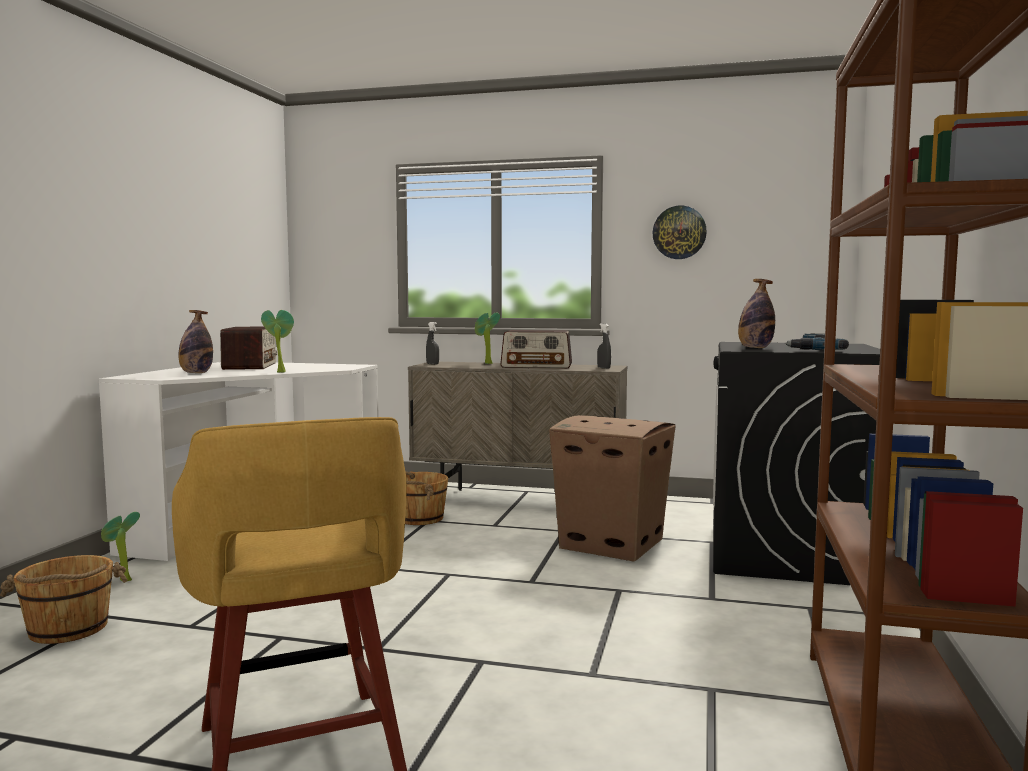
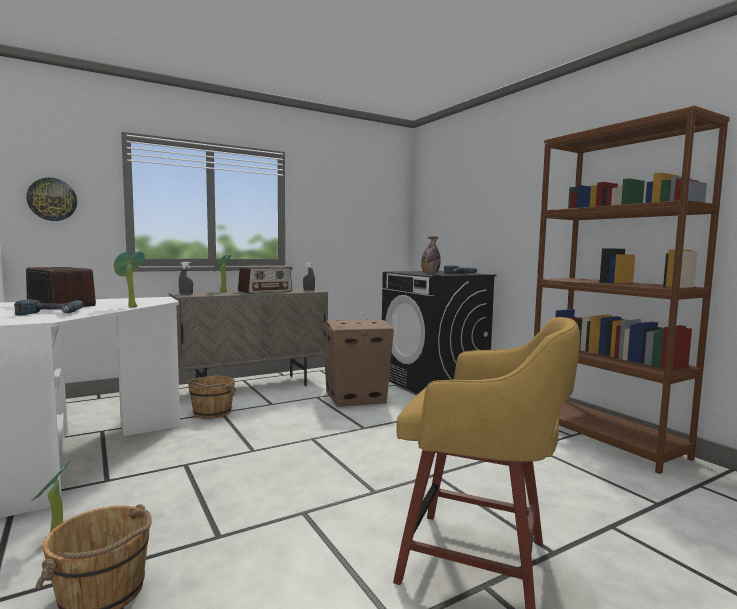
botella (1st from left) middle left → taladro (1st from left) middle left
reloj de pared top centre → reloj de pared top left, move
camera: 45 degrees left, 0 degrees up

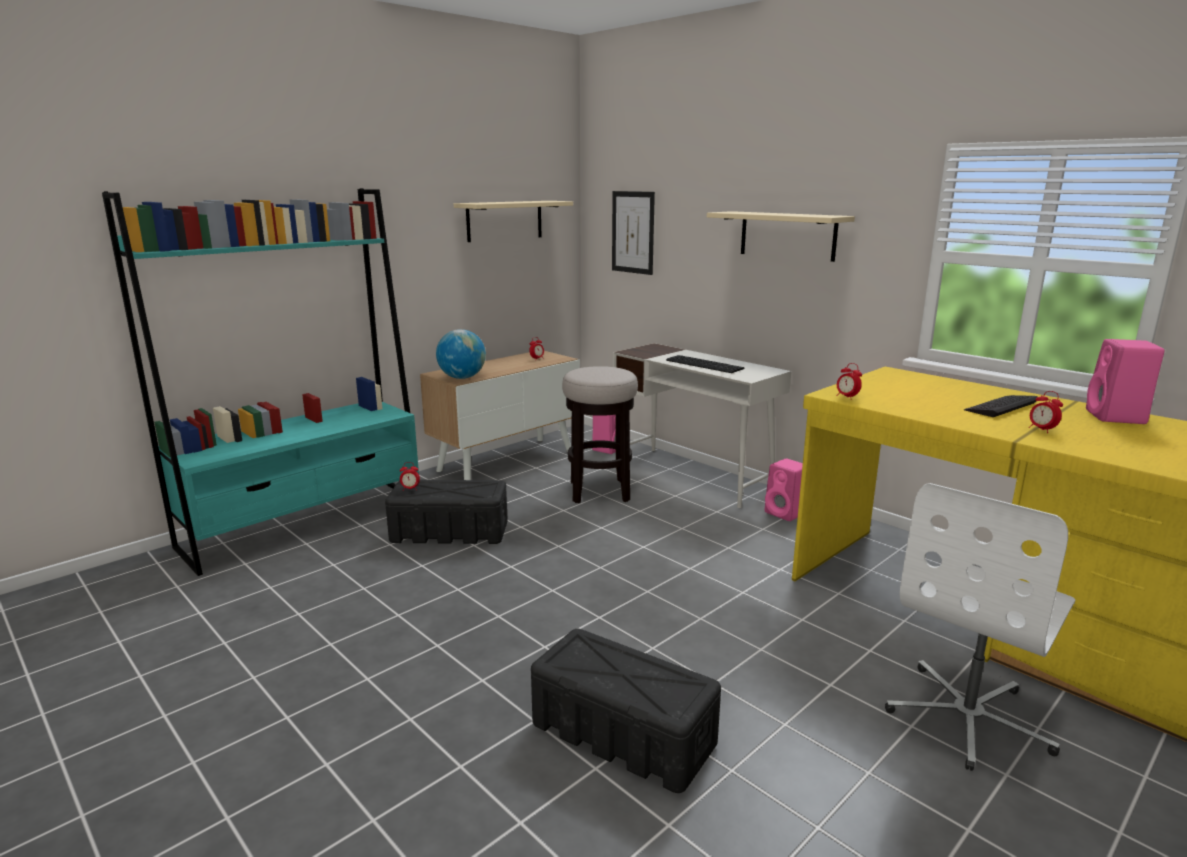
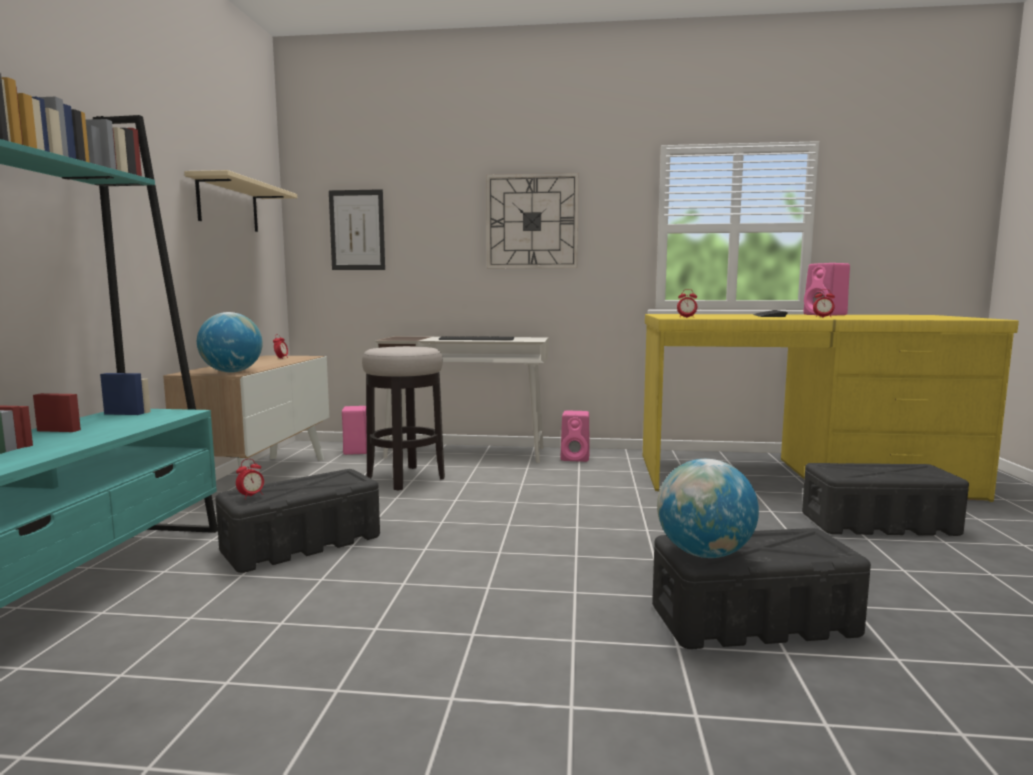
estante/beis (2nd from left) top centre → reloj de pared top centre
- → globo terráqueo (2nd from left) middle right
silla de oficina/blanco bottom right → caja de almacenaje/negro (3rd from left) middle right
camera: 40 degrees left, 10 degrees down

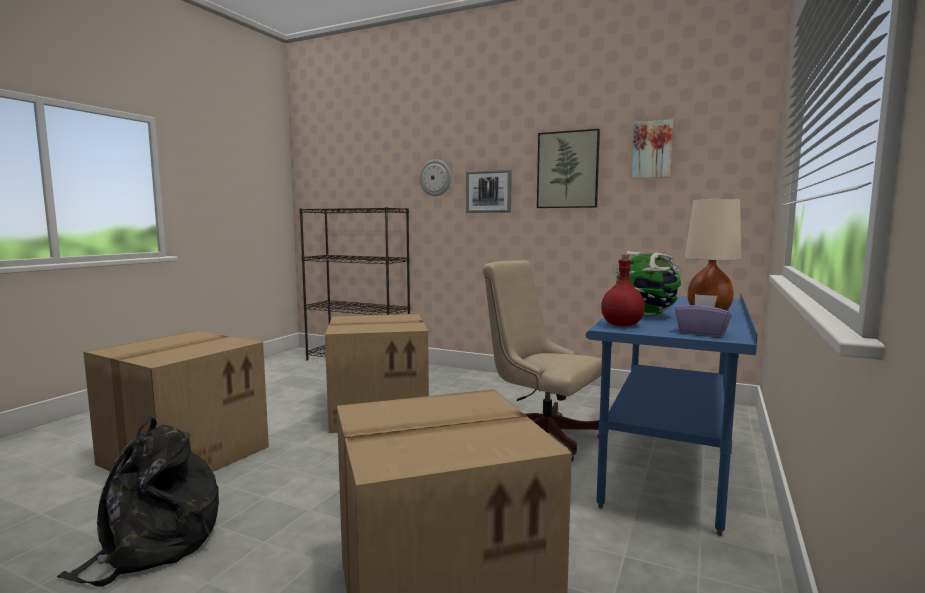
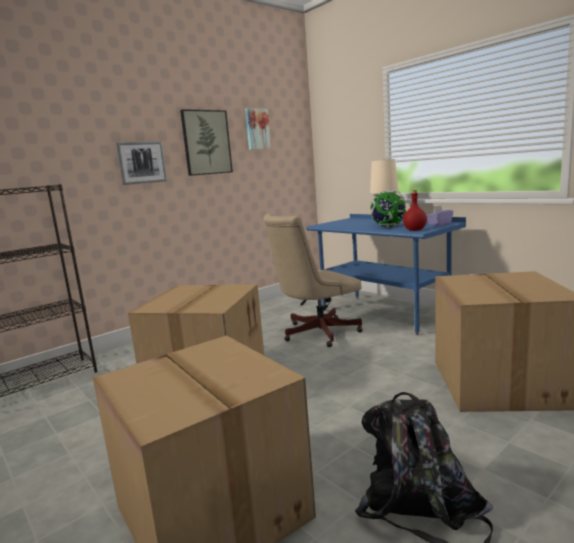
reloj de pared top centre → -
camera: 65 degrees left, 5 degrees up

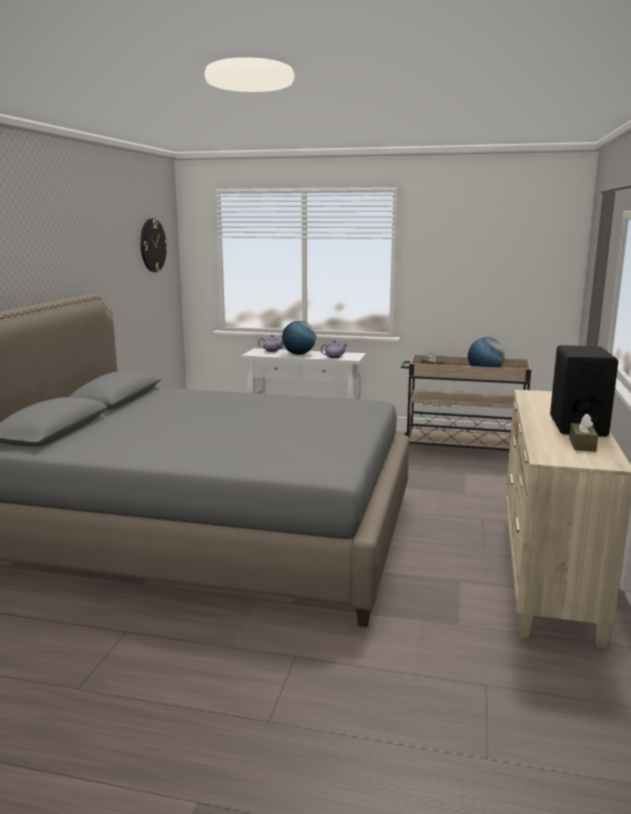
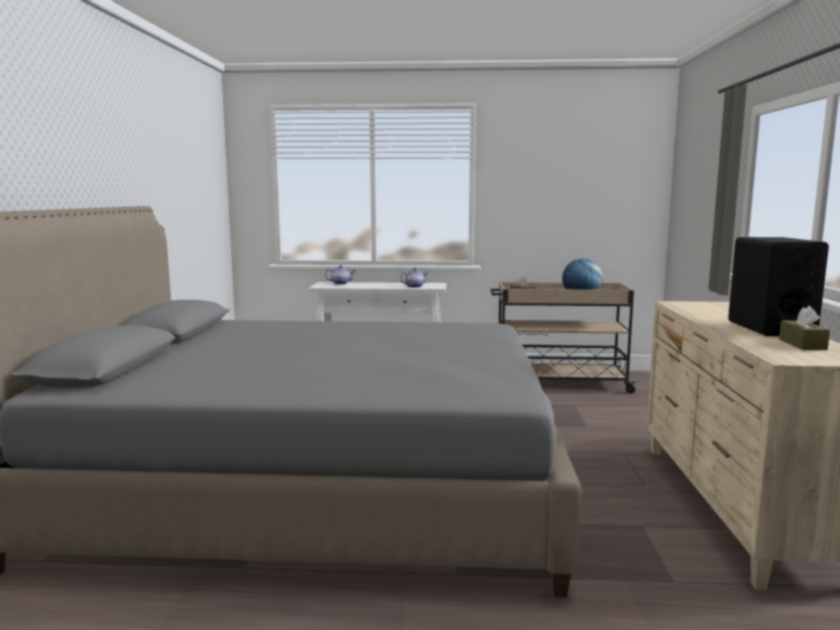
reloj de pared top left → -
globo terráqueo (1st from left) centre → -
camera: 10 degrees left, 5 degrees down

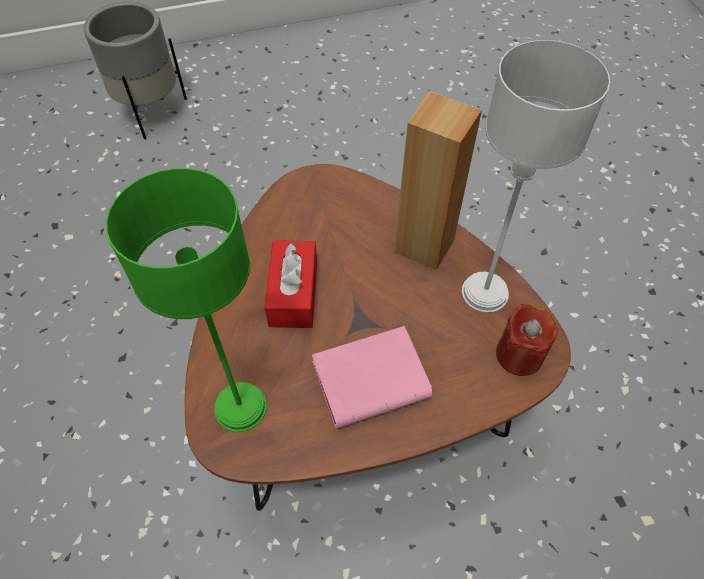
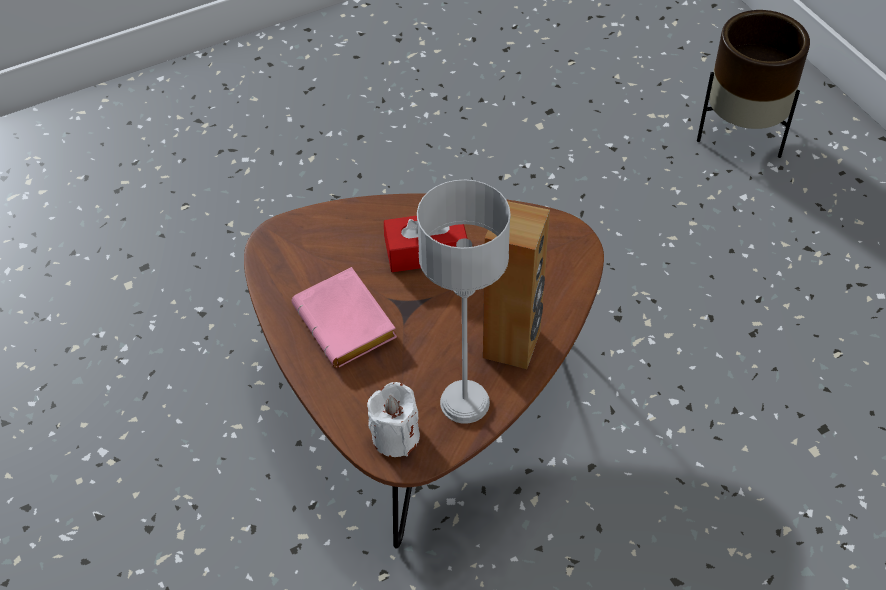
vela/rojo middle right → vela/blanco bottom centre
maceta/gris top left → maceta/marrón top right
lámpara de mesa/verde middle left → -
camera: 80 degrees right, 5 degrees down

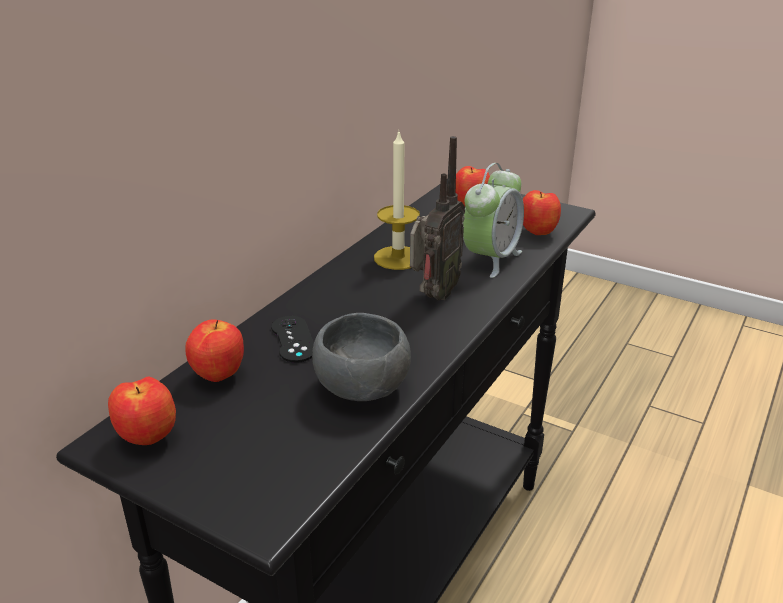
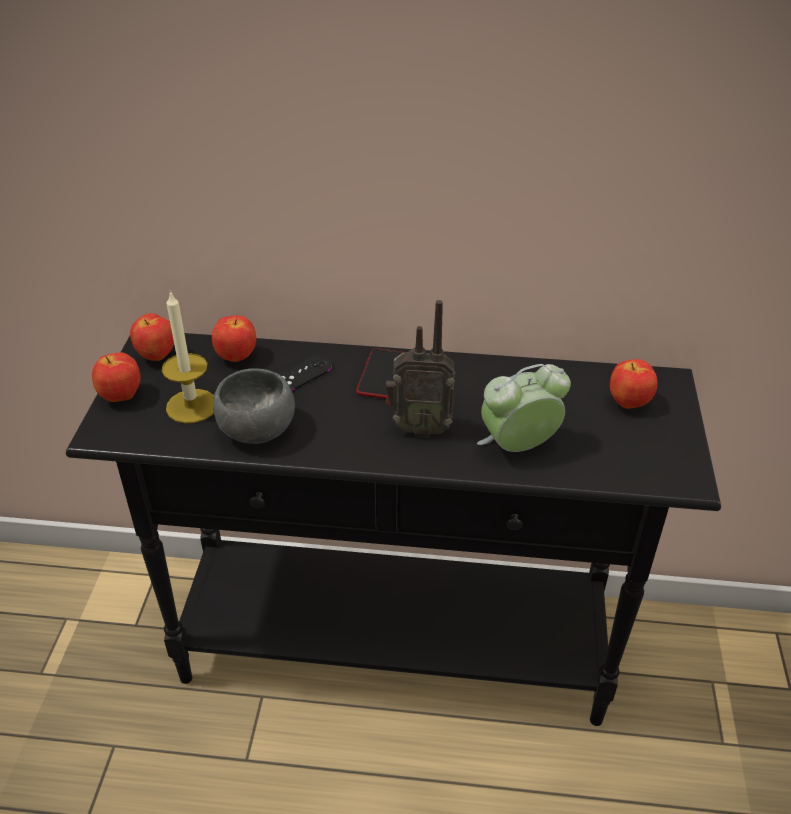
manzana (4th from left in the first image) middle right → manzana (1st from left) middle left, move
vela top centre → vela middle left, move
- → móvil centre
despertador centre, 150 degrees clockwise
camera: 65 degrees right, 10 degrees up

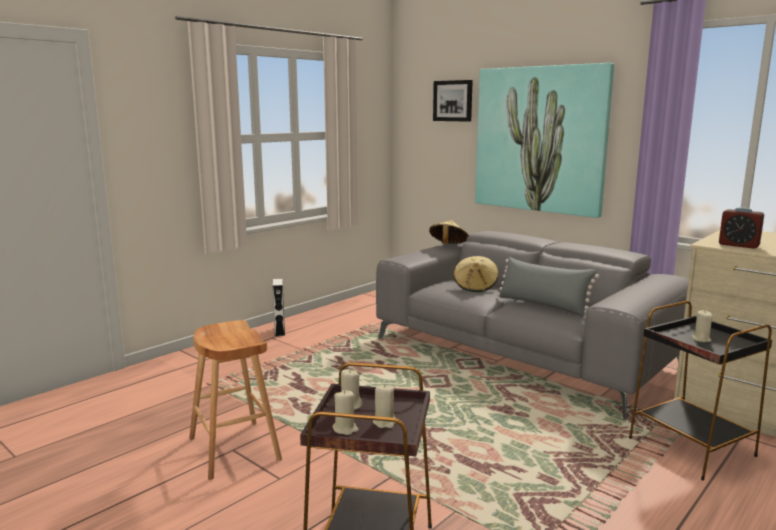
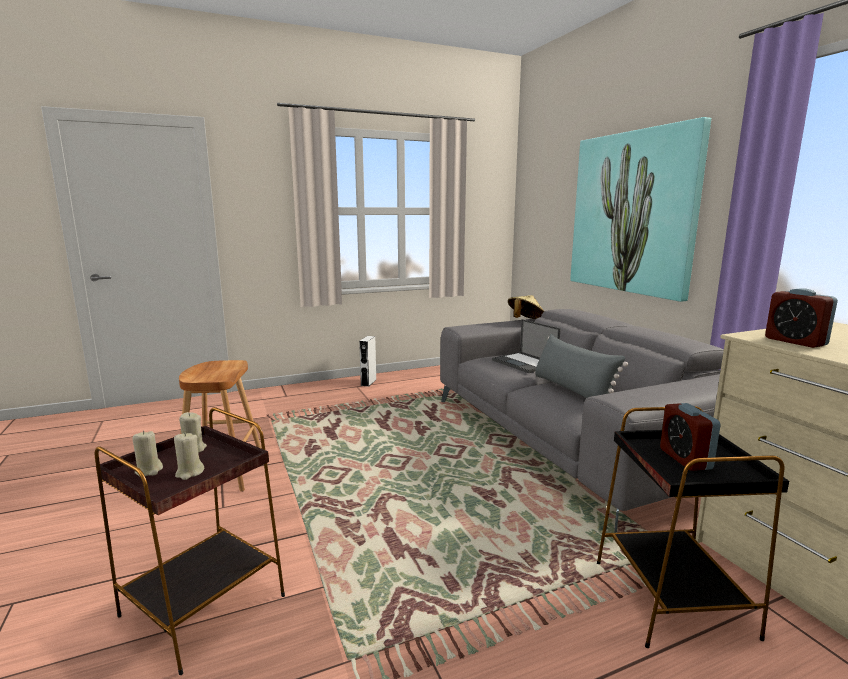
sombrero/beis (2nd from left) centre → portátil centre
vela/beis (4th from left) middle right → despertador (1st from left) middle right
cuadro (1st from left) top centre → -
camera: 25 degrees right, 0 degrees up

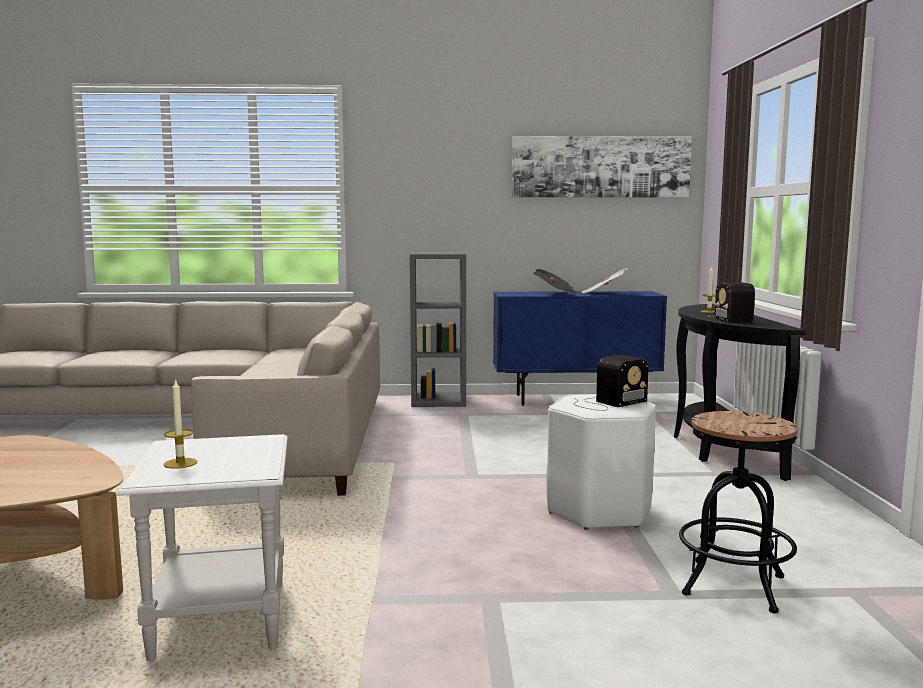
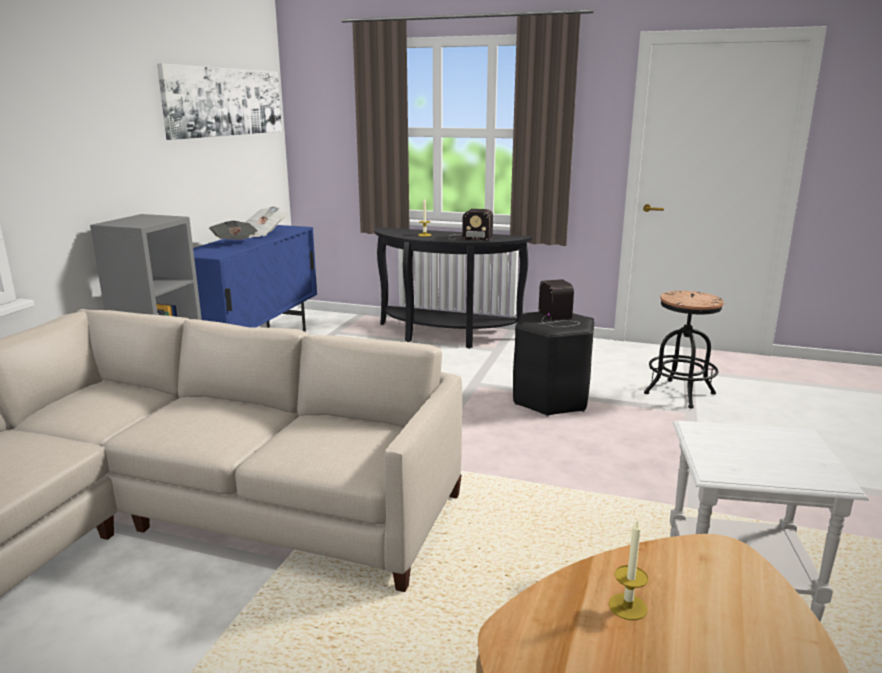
taburete/blanco bottom centre → taburete/negro (1st from left) centre
vela (1st from left in the first image) middle left → vela (2nd from left) bottom right, move
camera: 70 degrees left, 10 degrees up

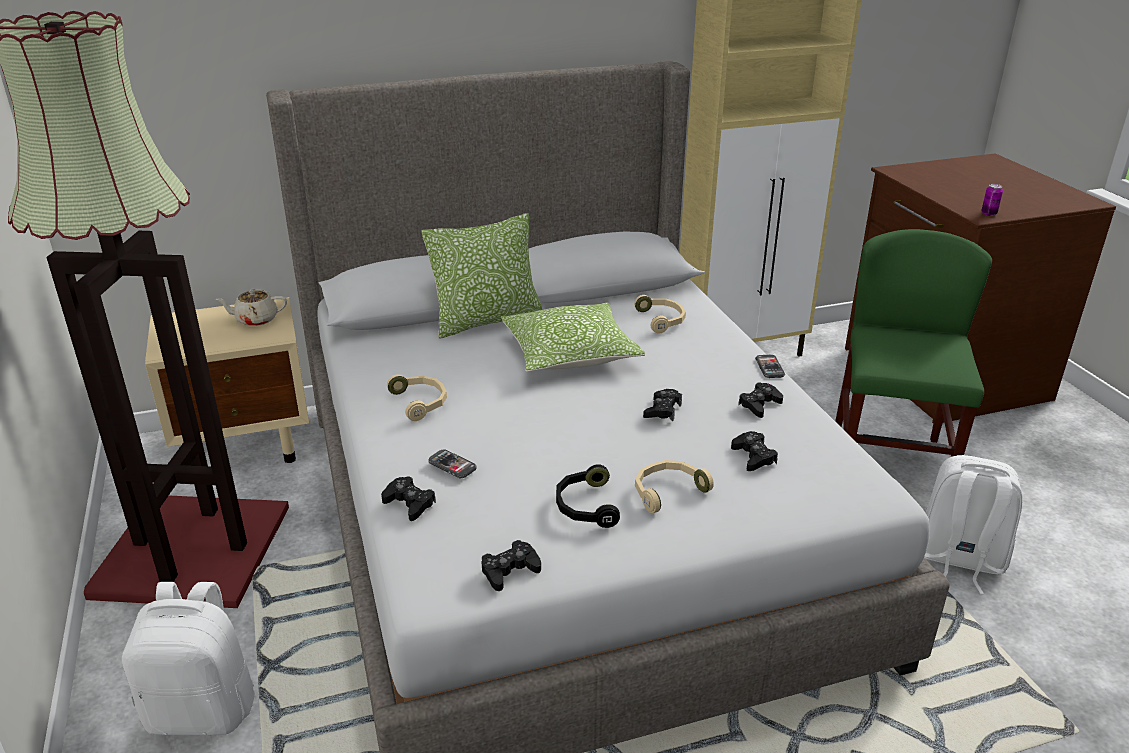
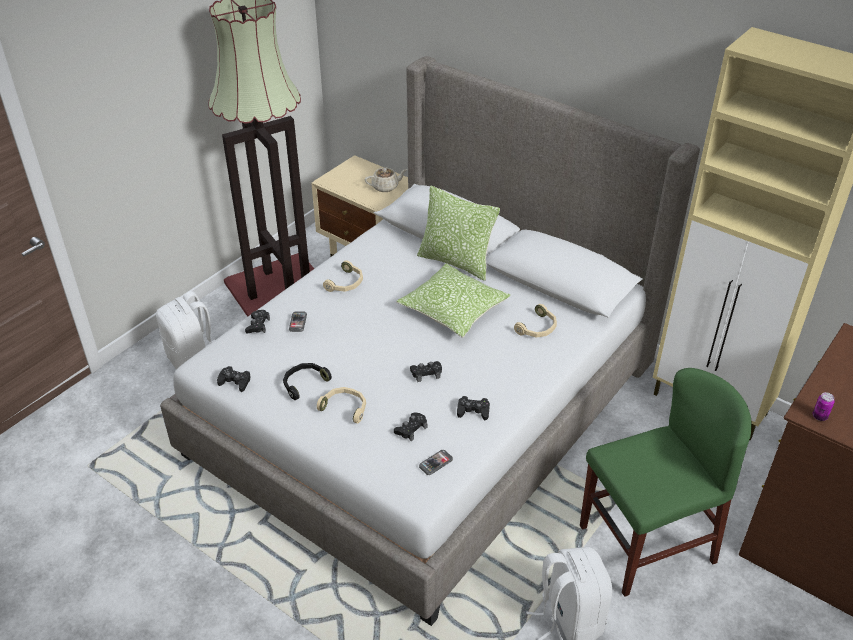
tetera/beis middle left → tetera/beis top centre, 120 degrees clockwise
móvil (2nd from left) middle right → móvil (2nd from left) bottom centre, move
camera: 55 degrees right, 10 degrees up

